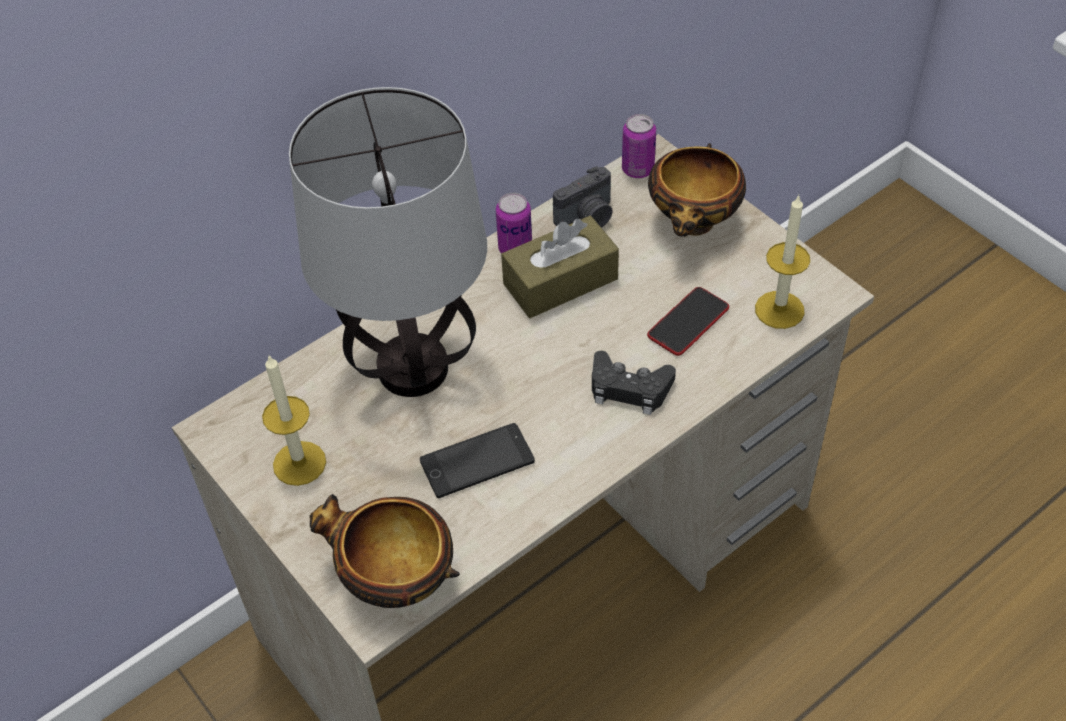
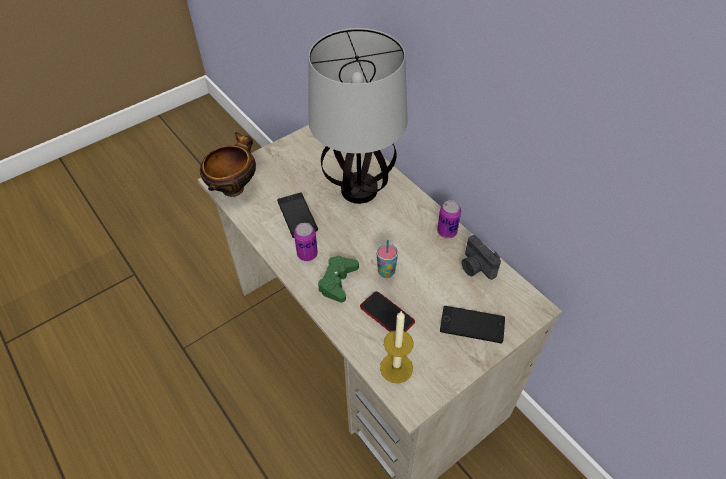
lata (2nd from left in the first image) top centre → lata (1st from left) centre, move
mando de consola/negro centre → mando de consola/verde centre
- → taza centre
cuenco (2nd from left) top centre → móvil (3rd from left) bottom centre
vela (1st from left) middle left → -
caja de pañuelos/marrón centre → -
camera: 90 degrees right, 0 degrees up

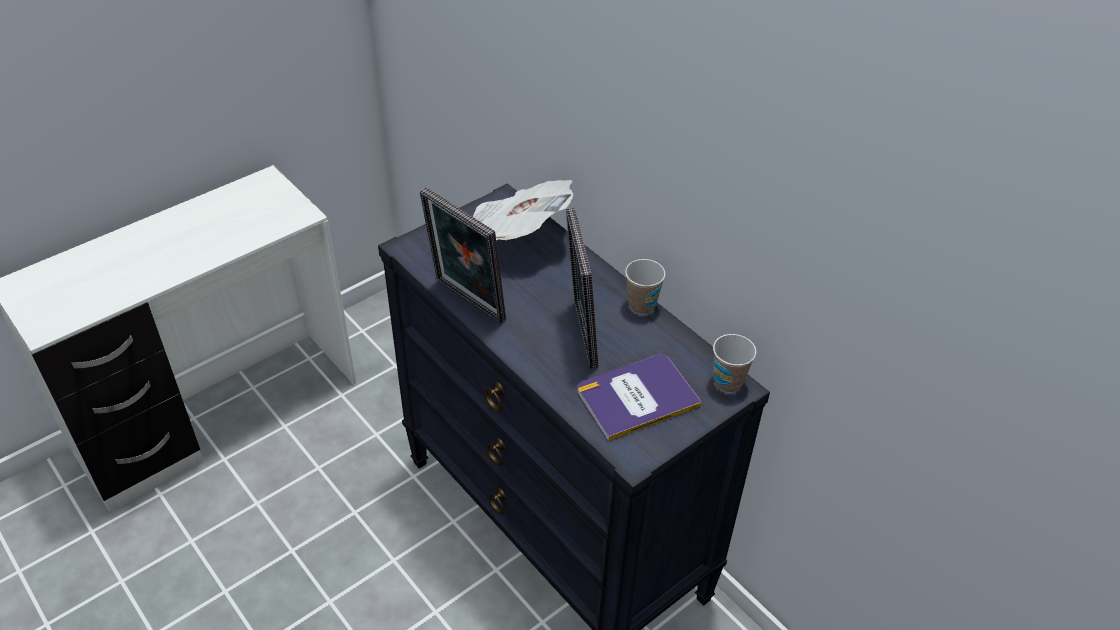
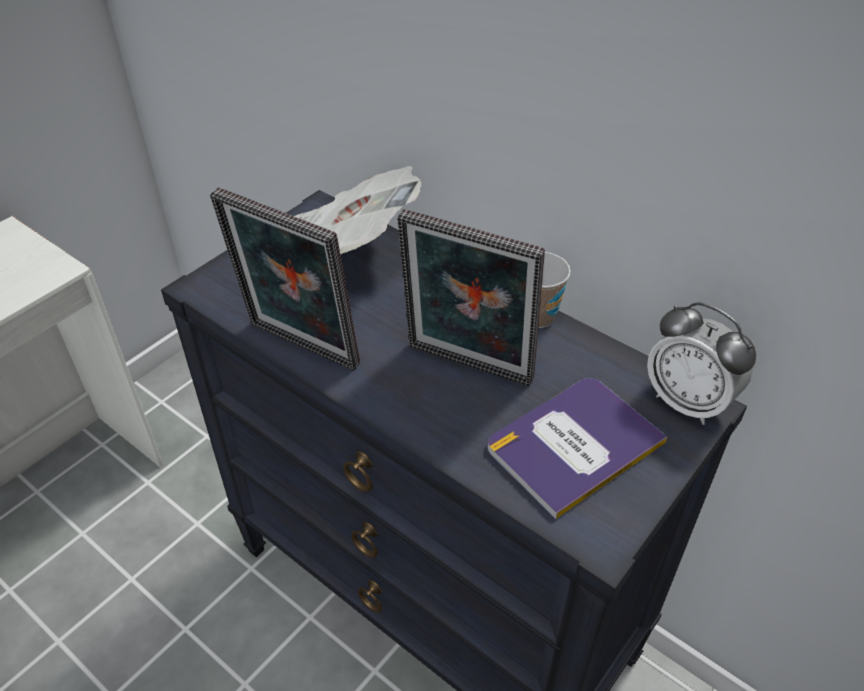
portarretratos (2nd from left) centre, 45 degrees counterclockwise
taza (2nd from left) centre → despertador middle right
camera: 10 degrees left, 0 degrees up

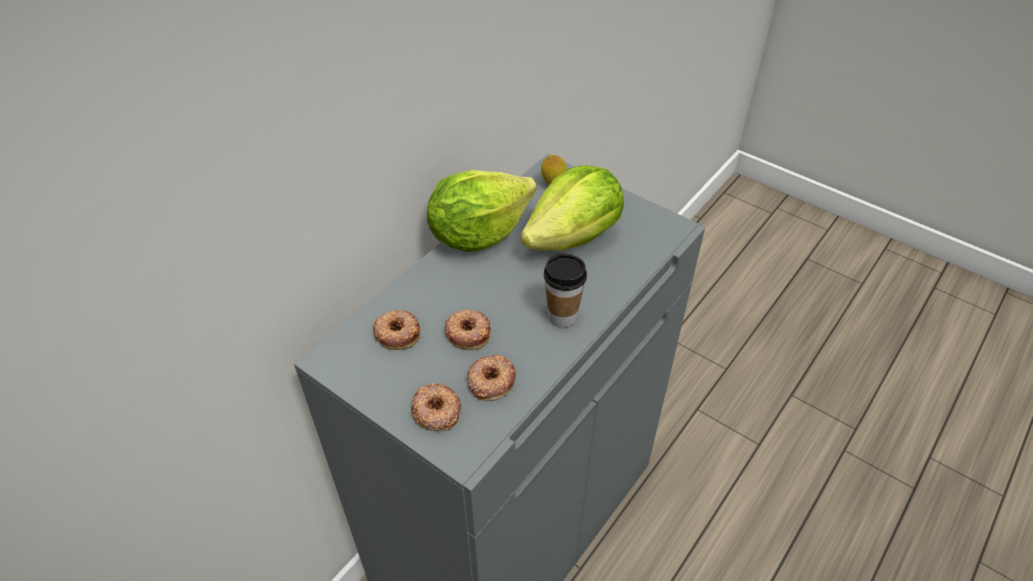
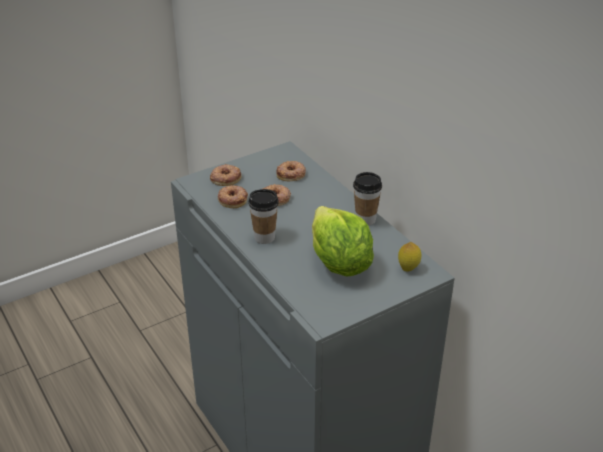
lechuga (1st from left) centre → taza (2nd from left) centre
camera: 110 degrees right, 10 degrees down

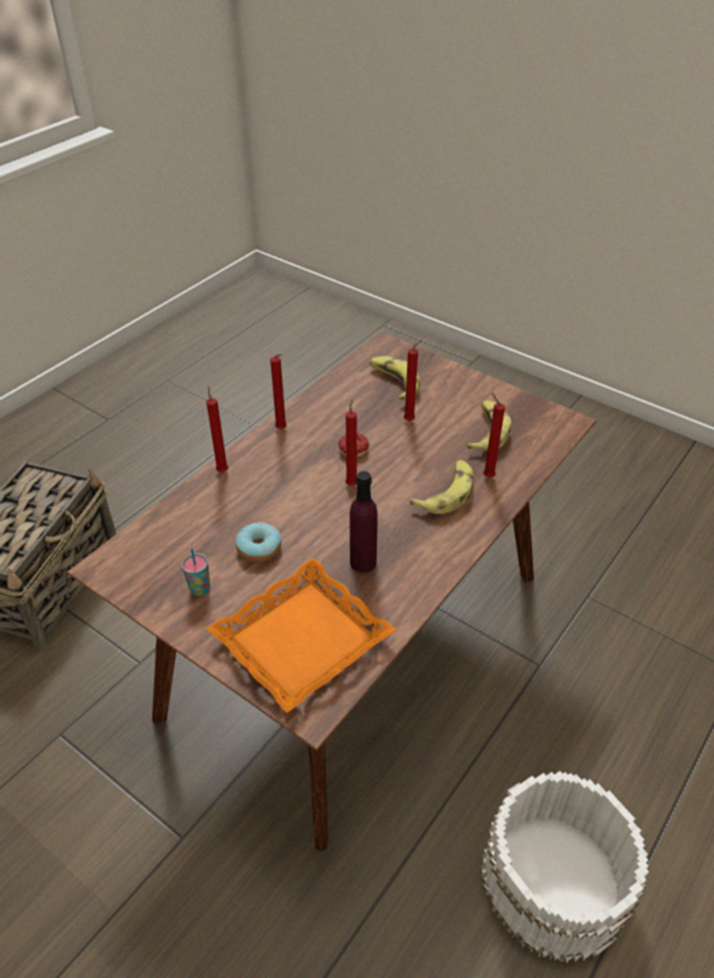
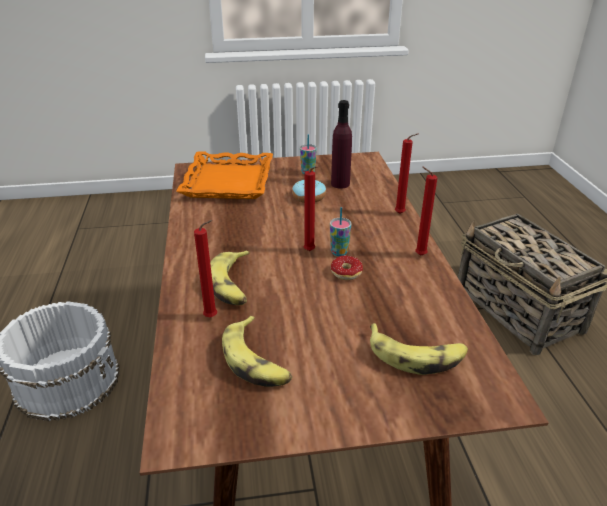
- → taza (2nd from left) centre
botella/morado centre → botella/morado top centre, move
vela/rojo (4th from left) centre → -
camera: 135 degrees right, 10 degrees down

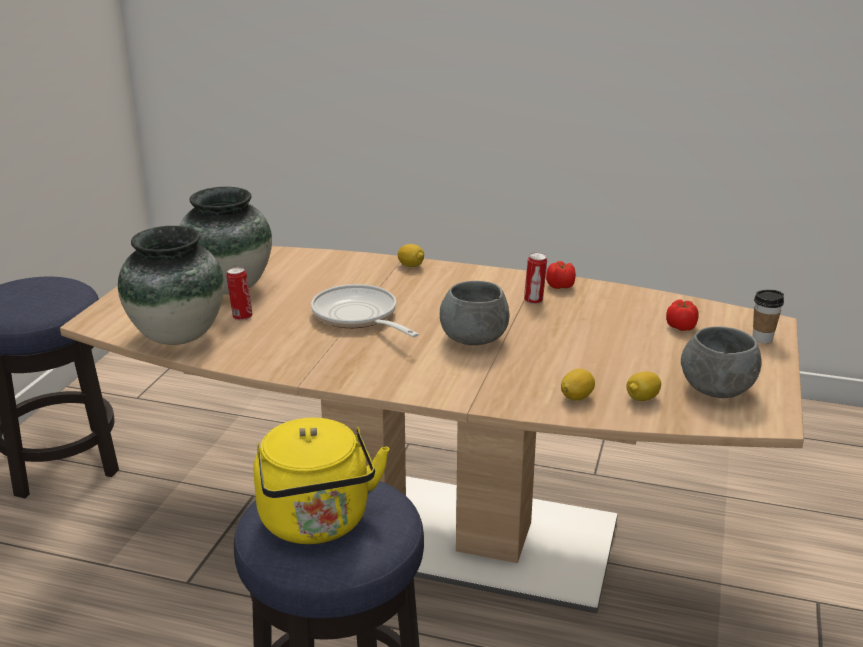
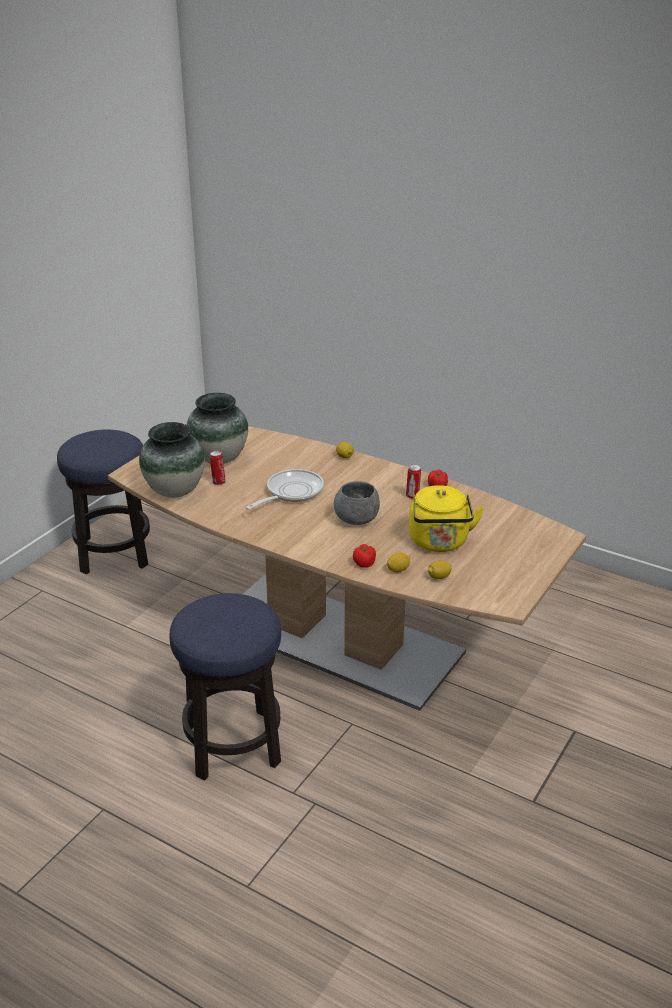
sartén centre, 60 degrees clockwise
tomate (2nd from left in the first image) middle right → tomate (1st from left) centre, move
hervidor/amarillo bottom centre → hervidor/amarillo centre, move
cuenco/gris (2nd from left) middle right → -
taza middle right → -
camera: 15 degrees right, 5 degrees up

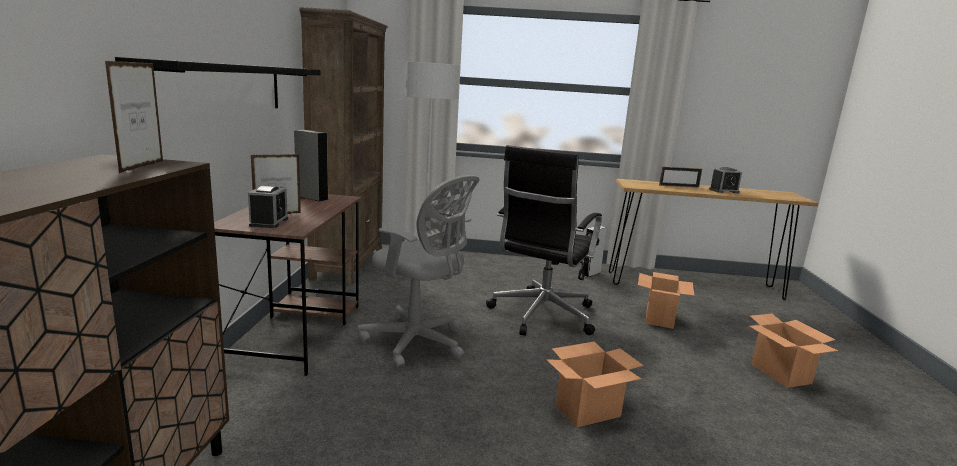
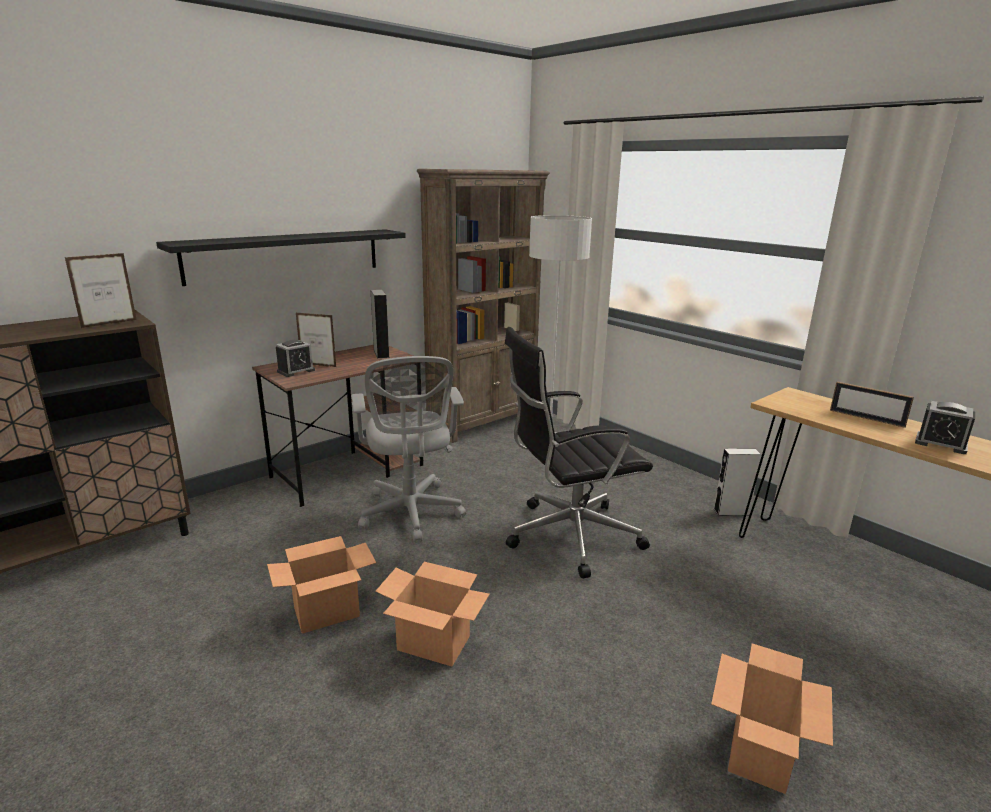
caja de cartón (2nd from left in the first image) middle right → caja de cartón (1st from left) bottom left, move
camera: 45 degrees right, 5 degrees up

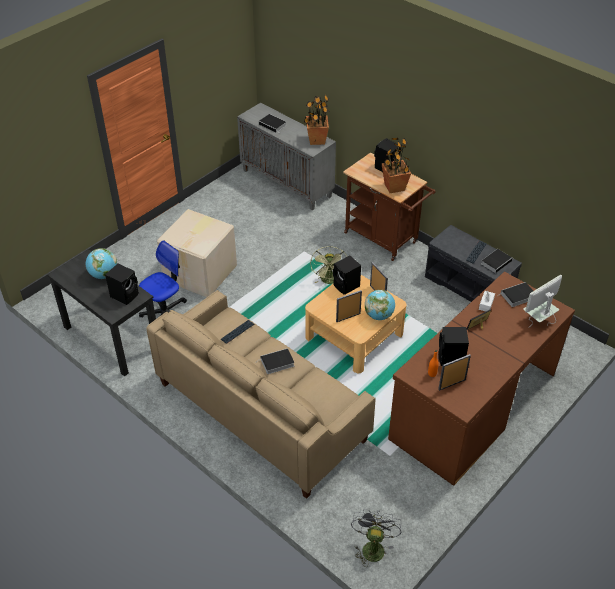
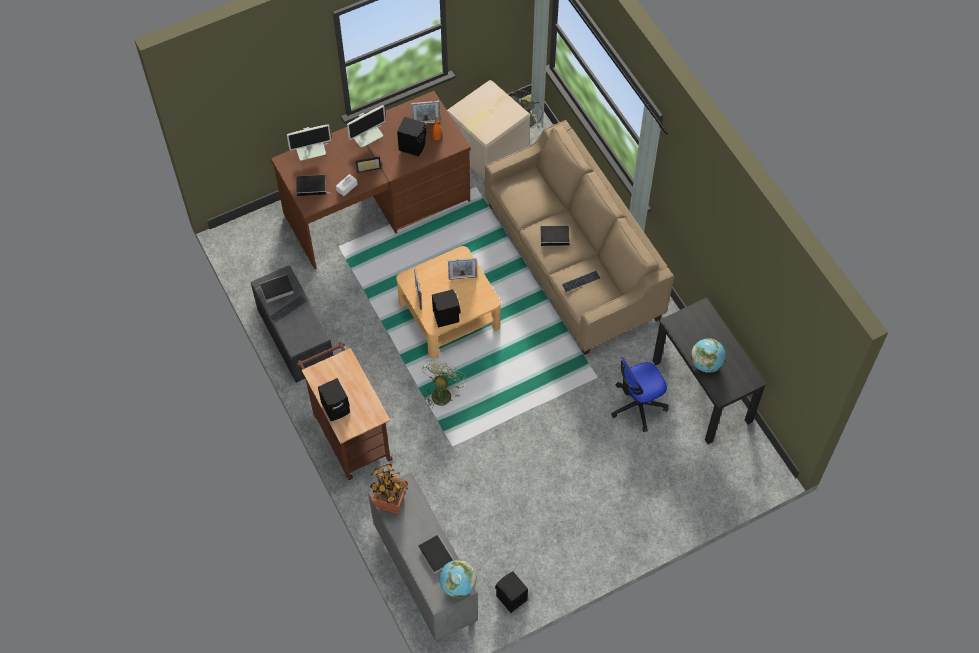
- → monitor (2nd from left) top centre
globo terráqueo (2nd from left in the first image) centre → globo terráqueo (1st from left) bottom centre, move
caja de cartón middle left → caja de cartón top centre, move
altavoz/negro (1st from left in the first image) middle left → altavoz/negro (4th from left) bottom centre, move
planta en maceta (2nd from left) top centre → -
camera: 160 degrees left, 15 degrees up

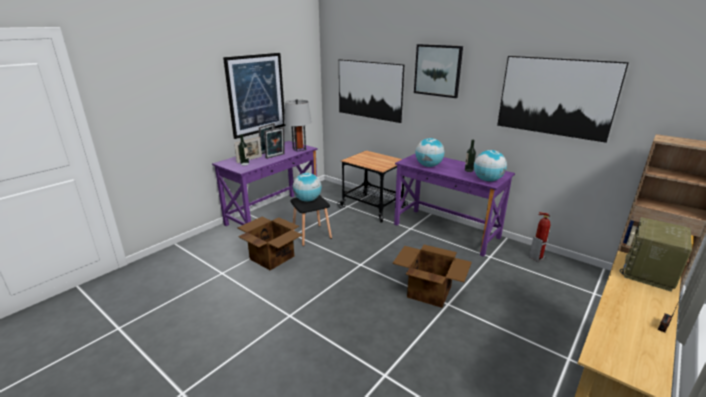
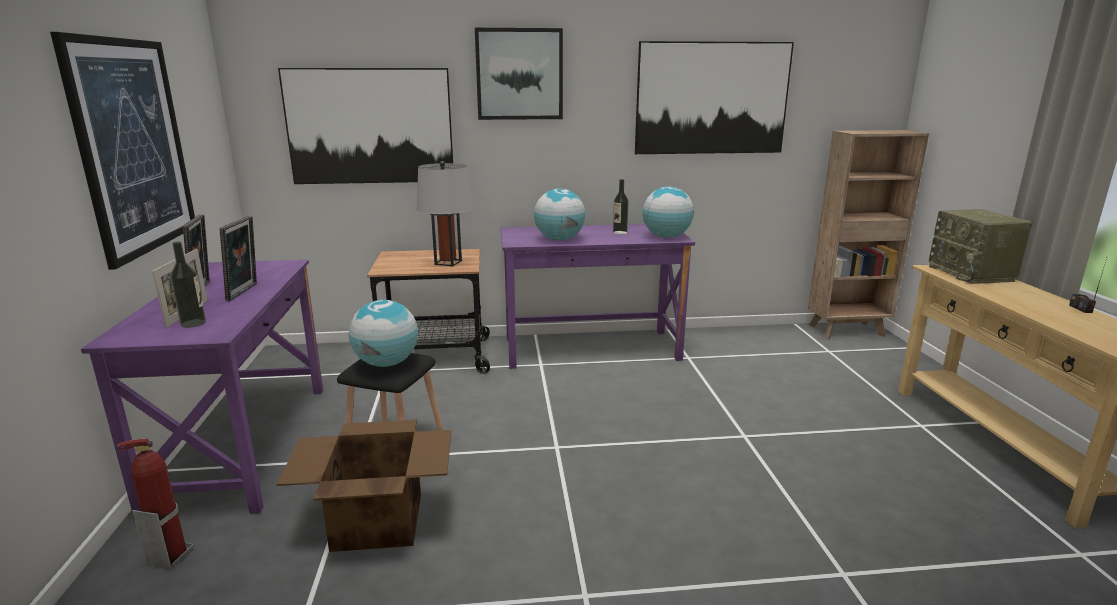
extintor middle right → extintor bottom left, move
lámpara de mesa/gris top centre → lámpara de mesa/gris centre, move
caja de cartón (2nd from left) bottom centre → -
camera: 45 degrees left, 5 degrees down

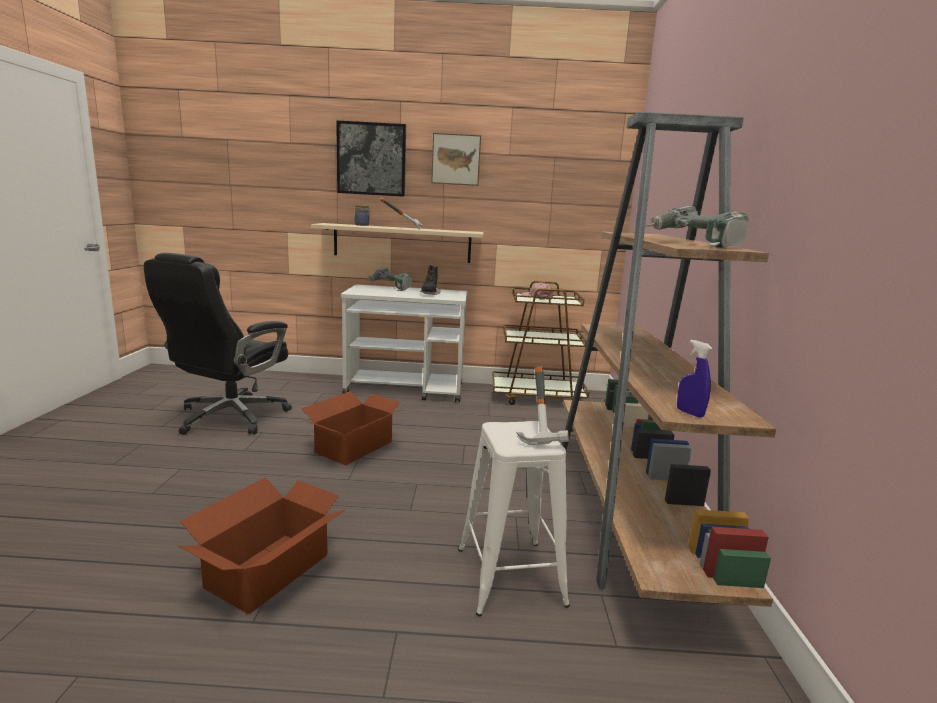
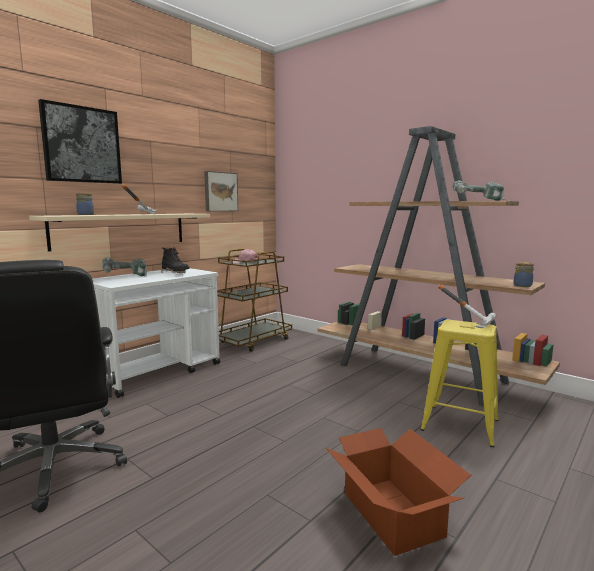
cuadro (2nd from left) top centre → cuadro (2nd from left) centre, move
taburete/blanco bottom centre → taburete/amarillo bottom right
pulverizador/azul middle right → tarro (2nd from left) middle right
caja de cartón (2nd from left) centre → -
camera: 50 degrees left, 5 degrees down

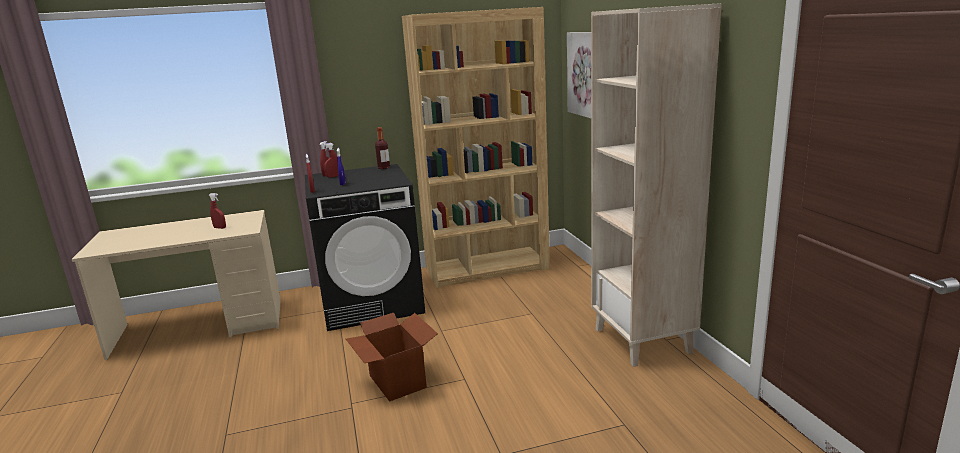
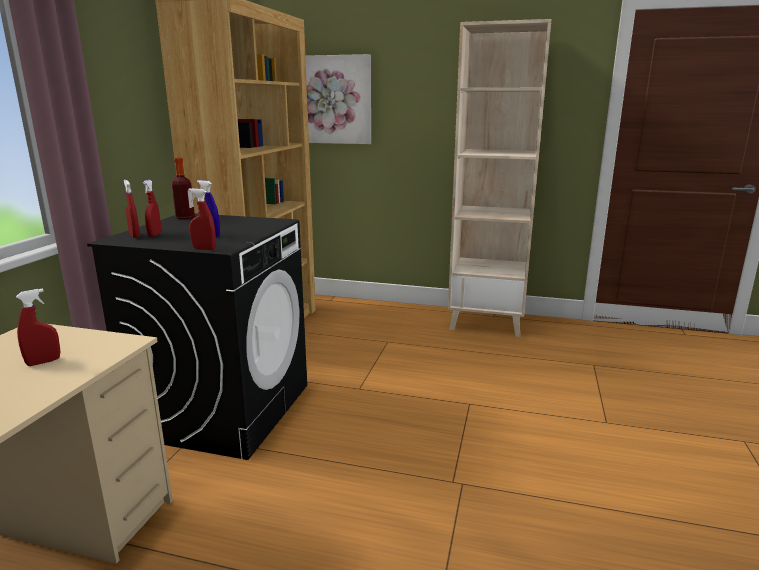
caja de cartón bottom centre → -
camera: 60 degrees left, 0 degrees up

